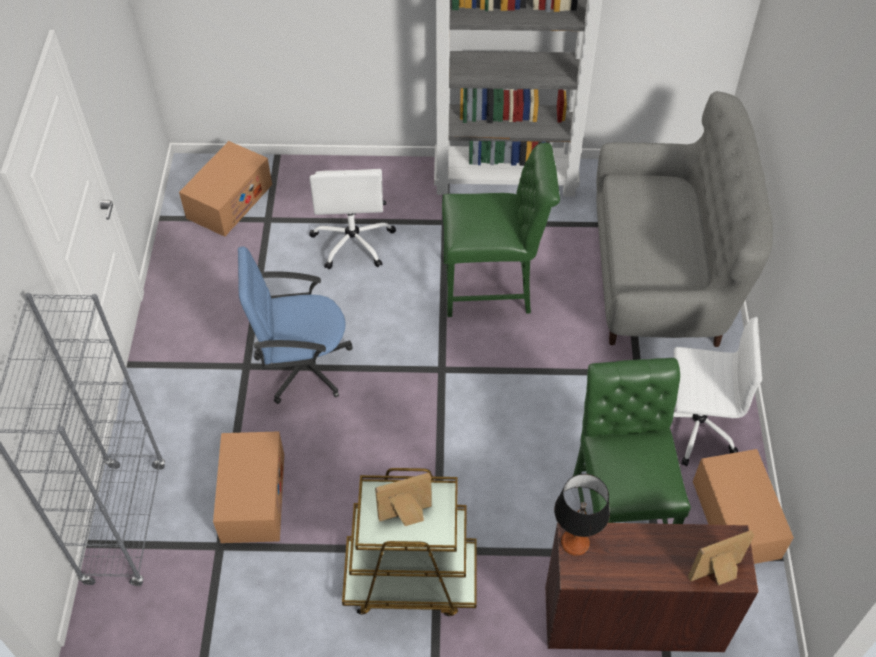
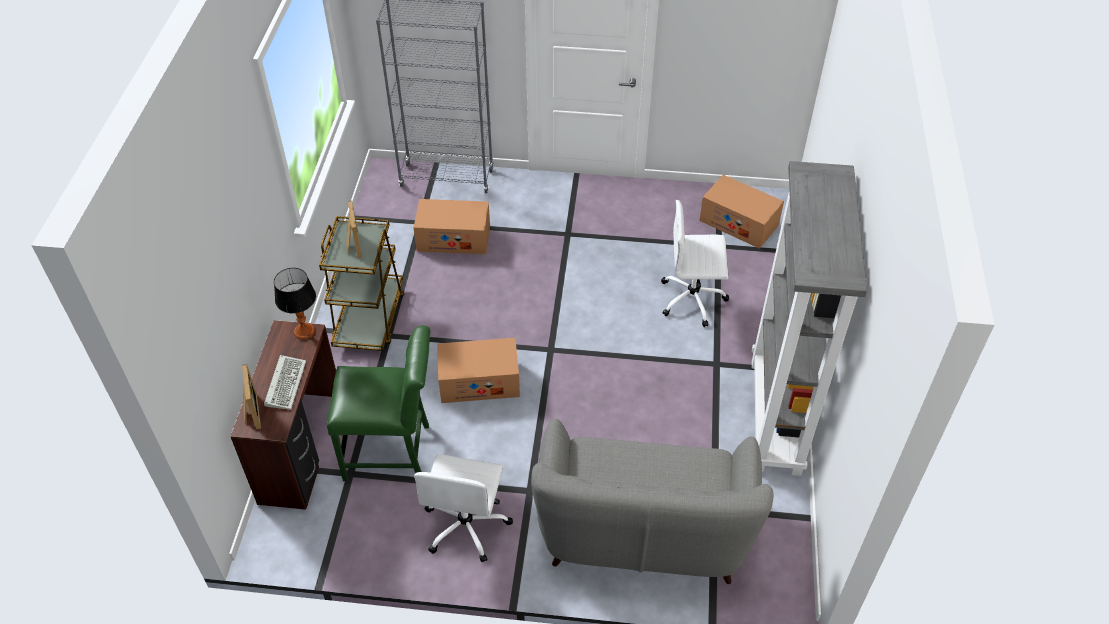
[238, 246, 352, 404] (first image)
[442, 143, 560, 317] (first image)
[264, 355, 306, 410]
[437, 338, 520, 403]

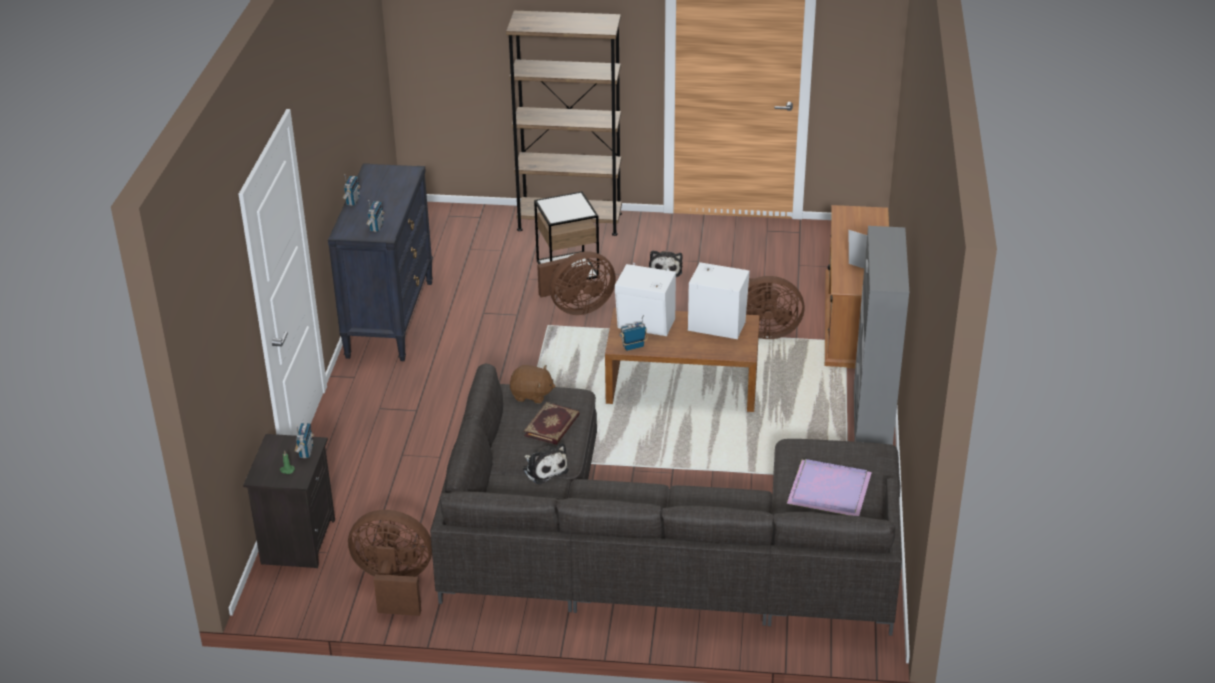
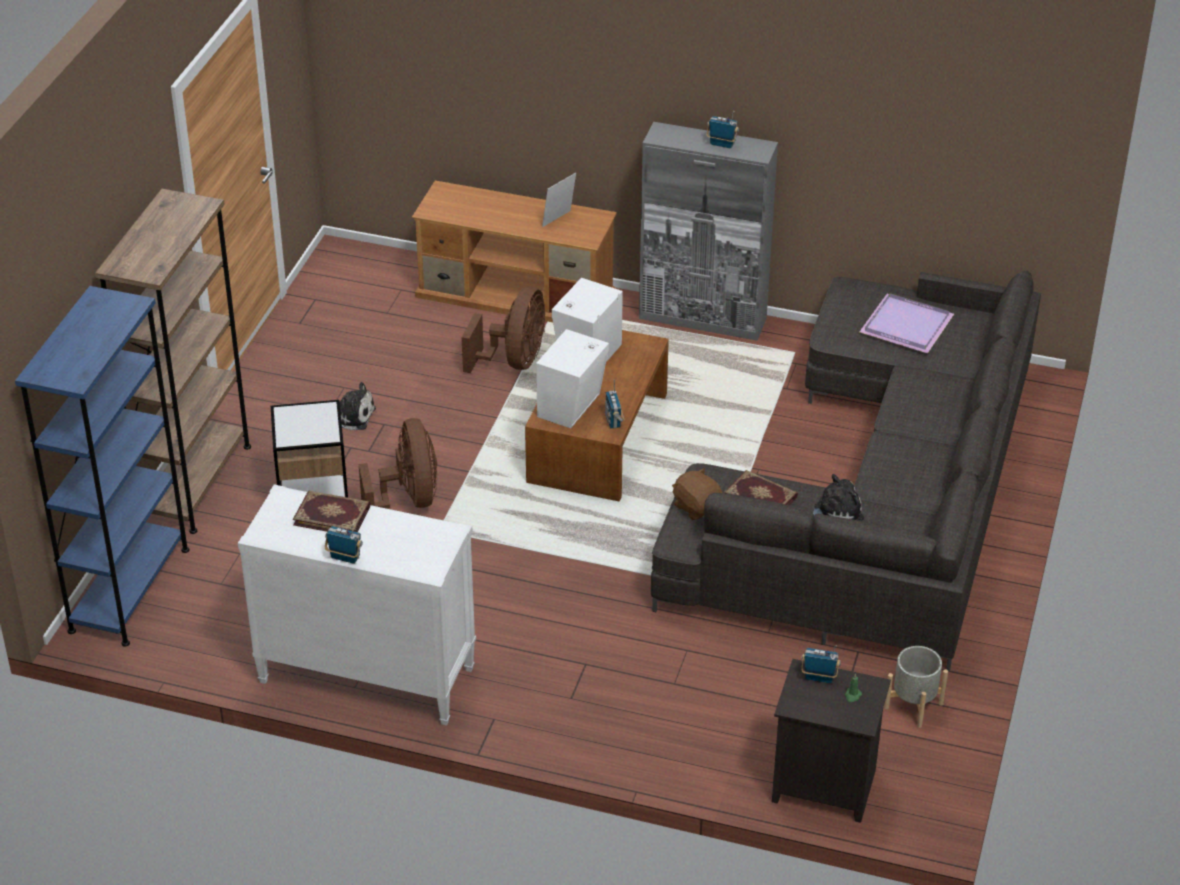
[15, 286, 189, 647]
[293, 490, 370, 532]
[707, 111, 739, 148]
[884, 646, 948, 728]
[238, 484, 476, 726]
[672, 468, 722, 520]

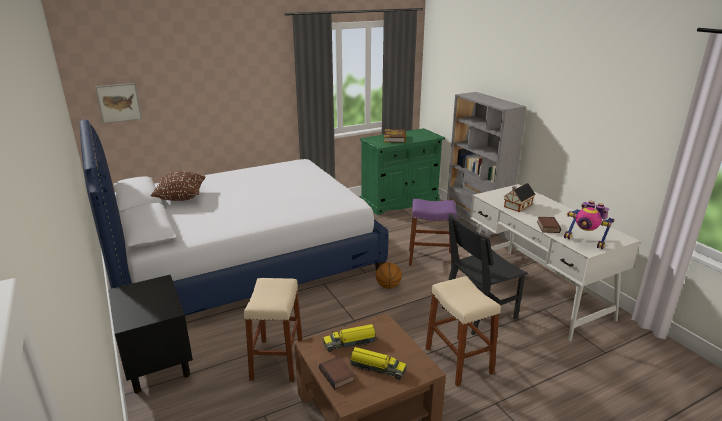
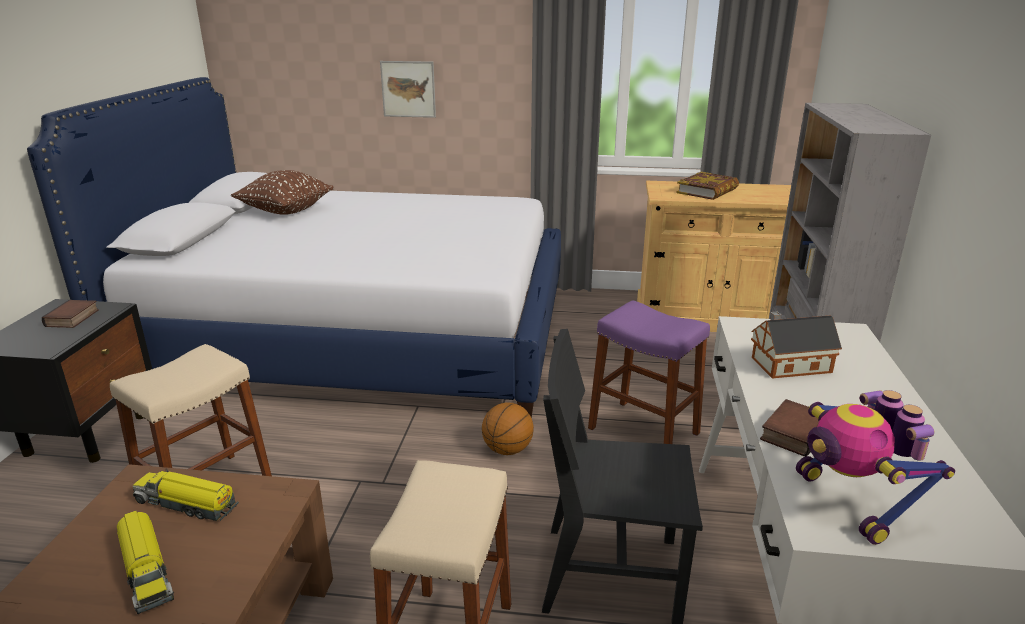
[380, 61, 436, 118]
[42, 300, 99, 328]
[637, 181, 791, 332]

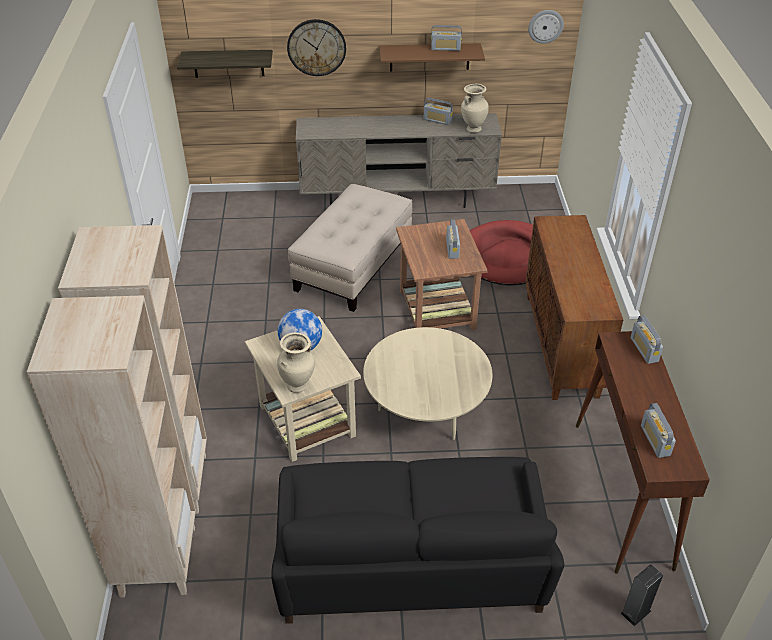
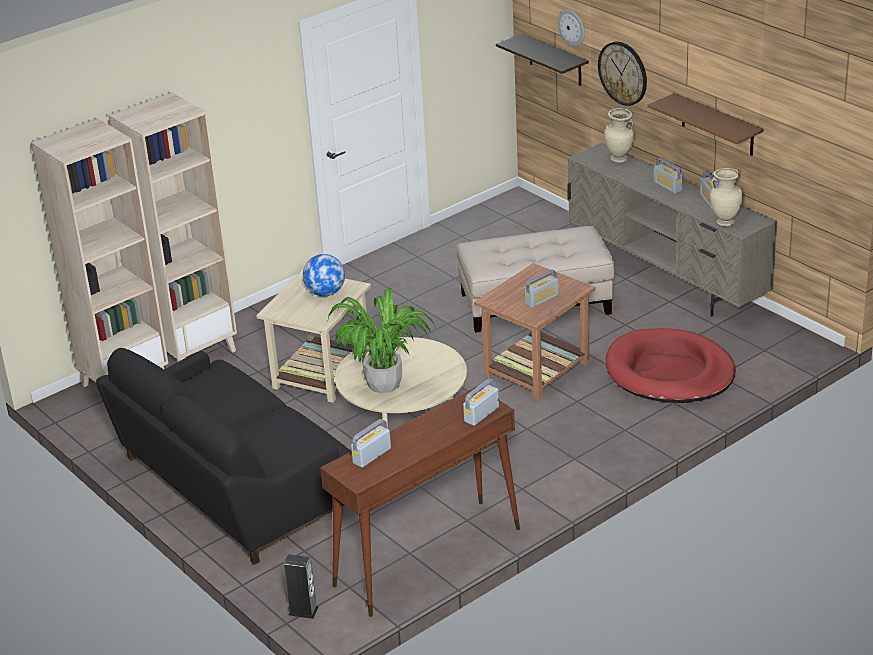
[525, 215, 623, 400] (first image)
[328, 288, 436, 393]
[604, 108, 635, 163]
[654, 158, 683, 194]
[558, 9, 585, 46]

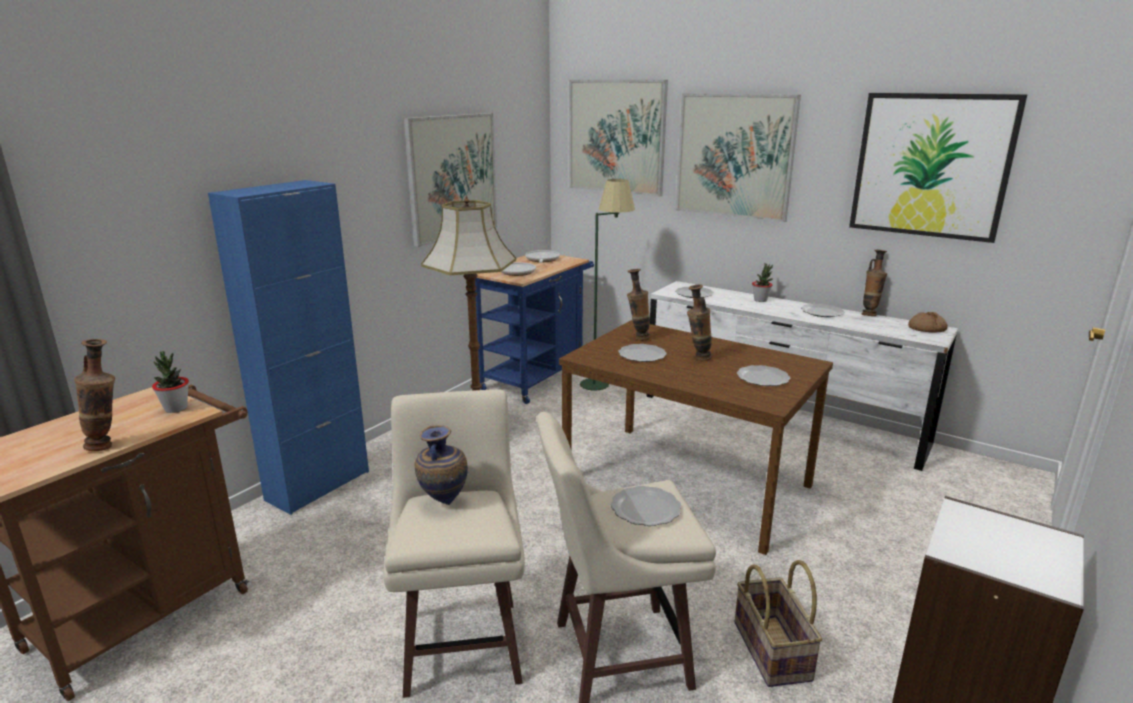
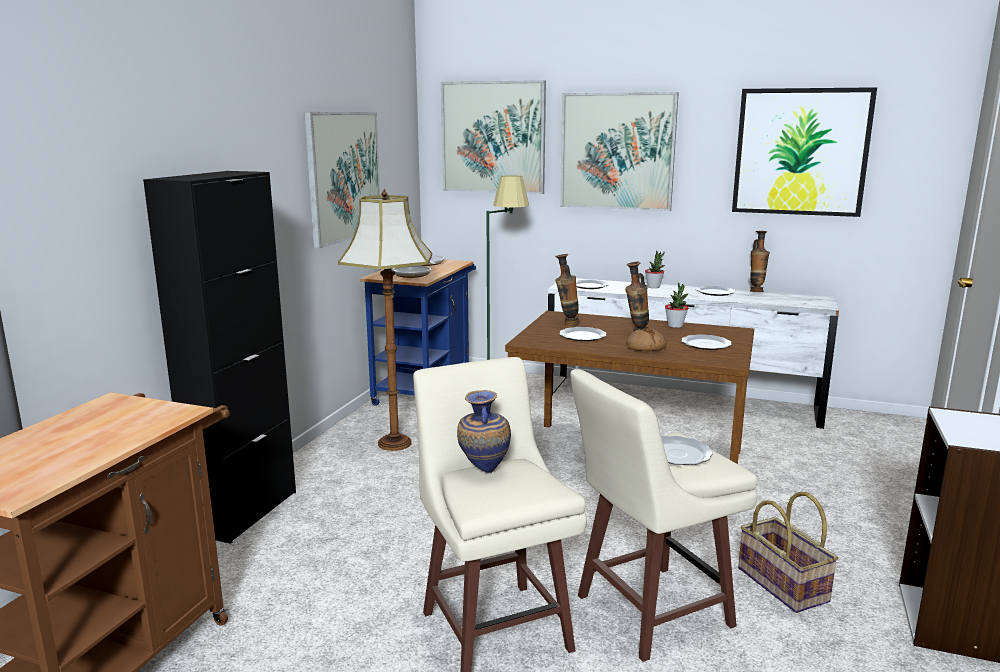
[74, 339, 115, 451] (first image)
[665, 283, 689, 328]
[626, 328, 667, 351]
[143, 171, 296, 544]

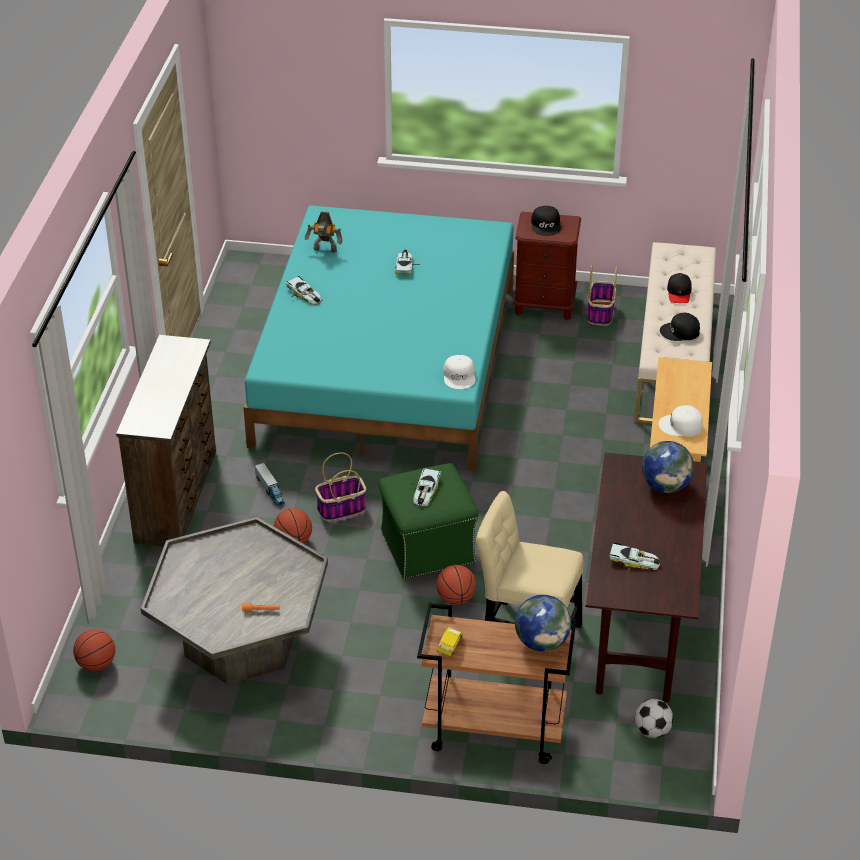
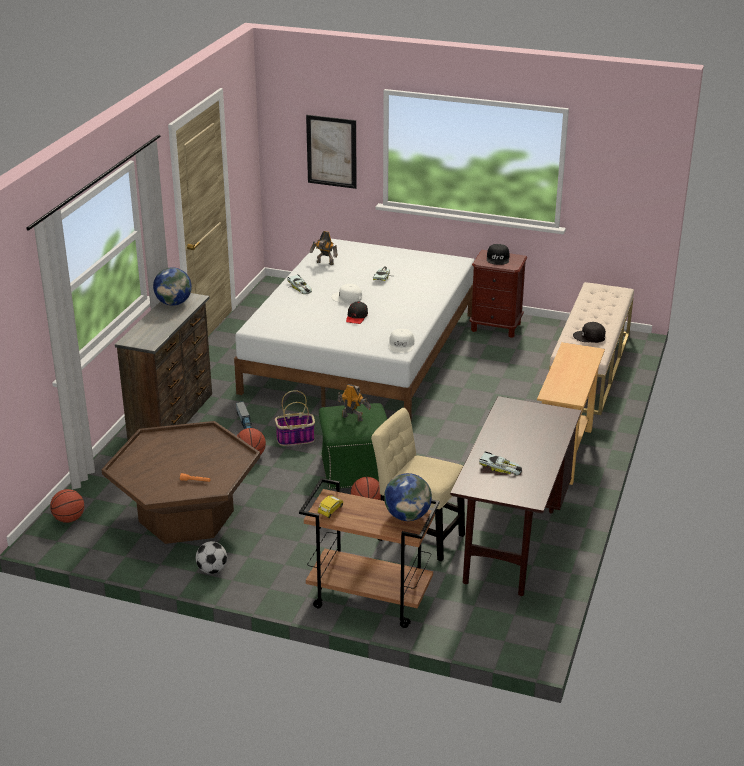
[588, 265, 617, 326] (first image)
[306, 115, 357, 189]
[196, 541, 227, 574]
[153, 267, 192, 306]
[331, 284, 362, 303]
[346, 301, 368, 324]
[338, 384, 371, 421]
[101, 421, 260, 544]
[234, 239, 475, 420]

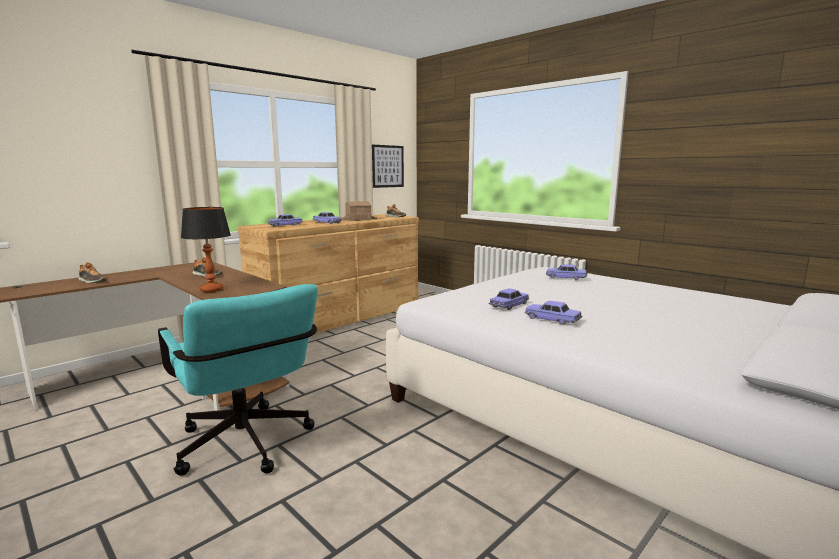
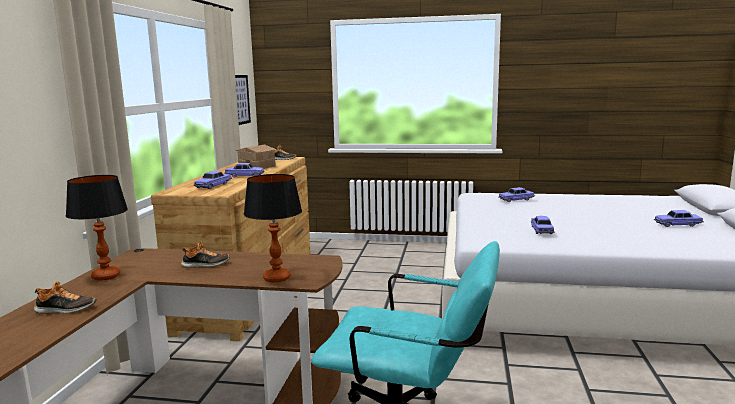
[66, 175, 128, 280]
[654, 210, 704, 227]

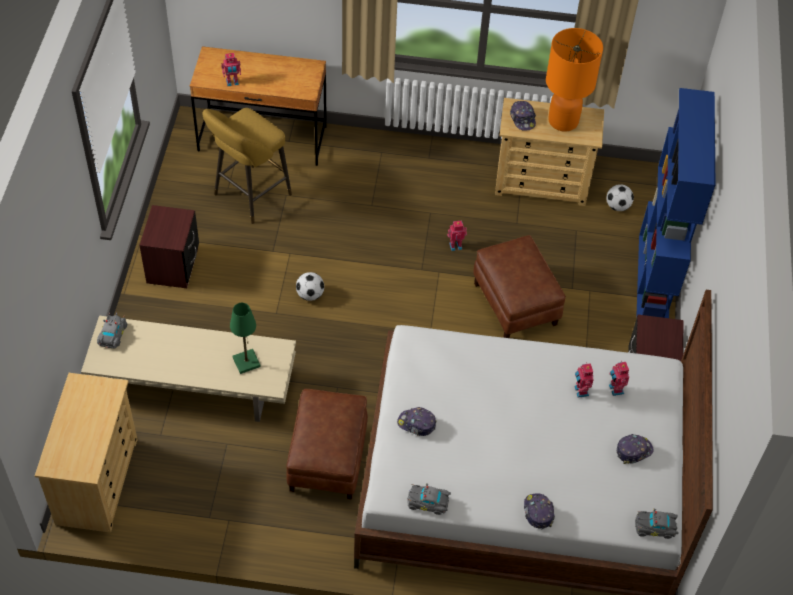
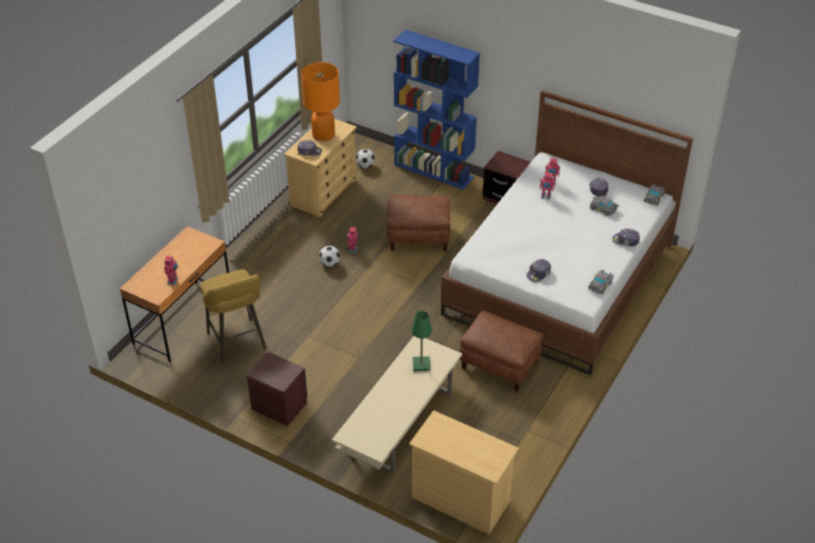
[590, 195, 619, 216]
[319, 246, 340, 267]

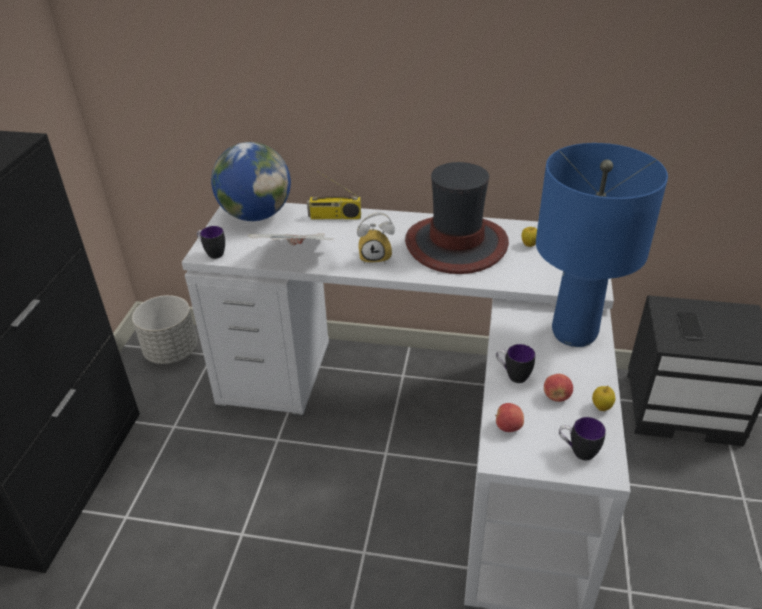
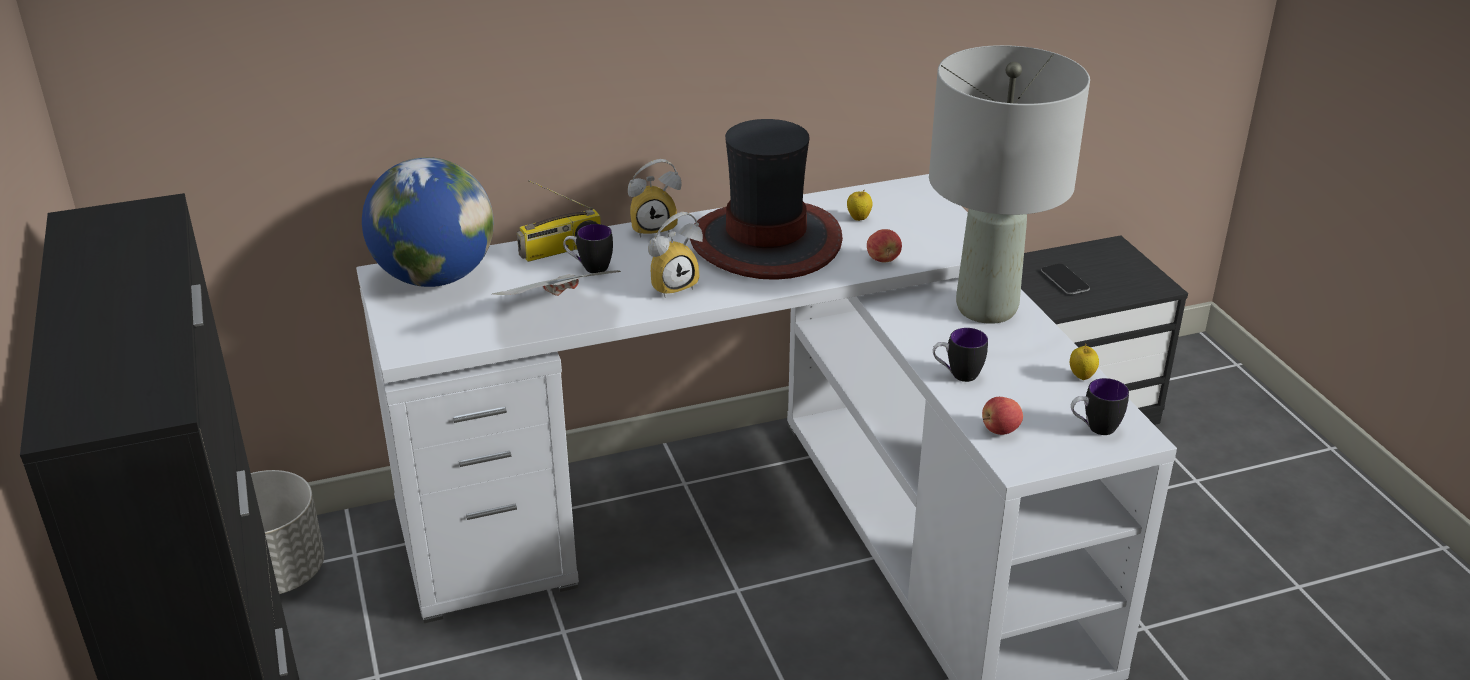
[628, 159, 682, 238]
[563, 224, 613, 273]
[867, 229, 902, 262]
[929, 45, 1090, 324]

